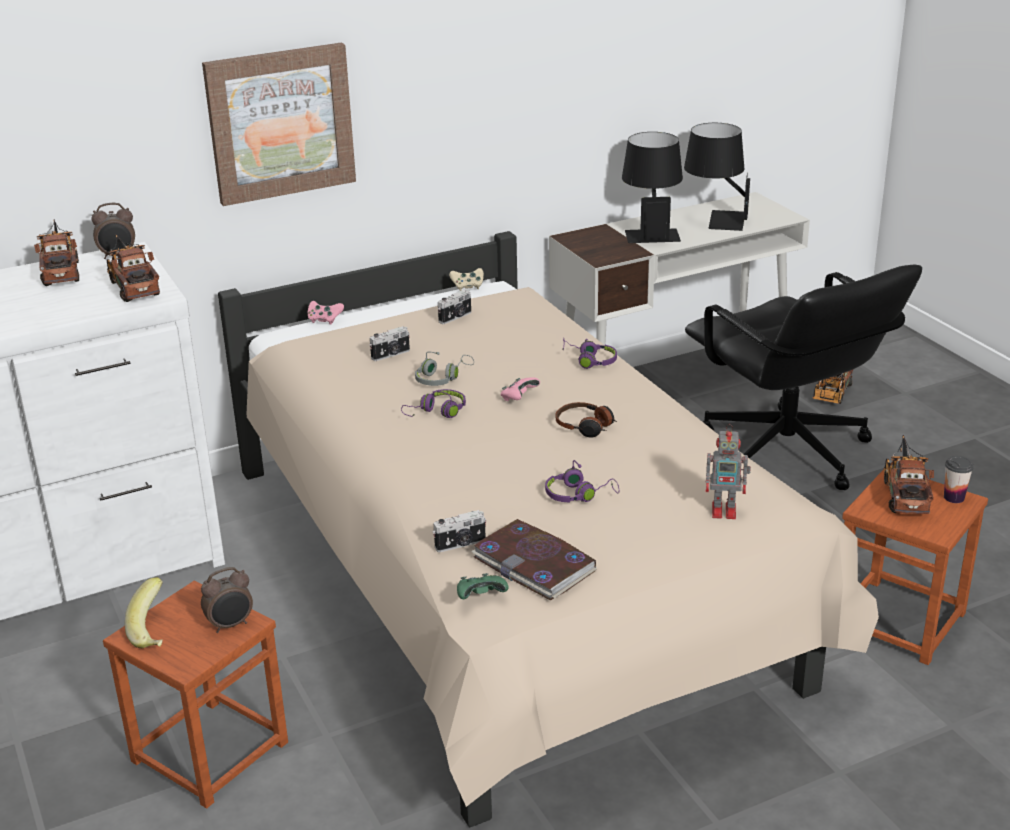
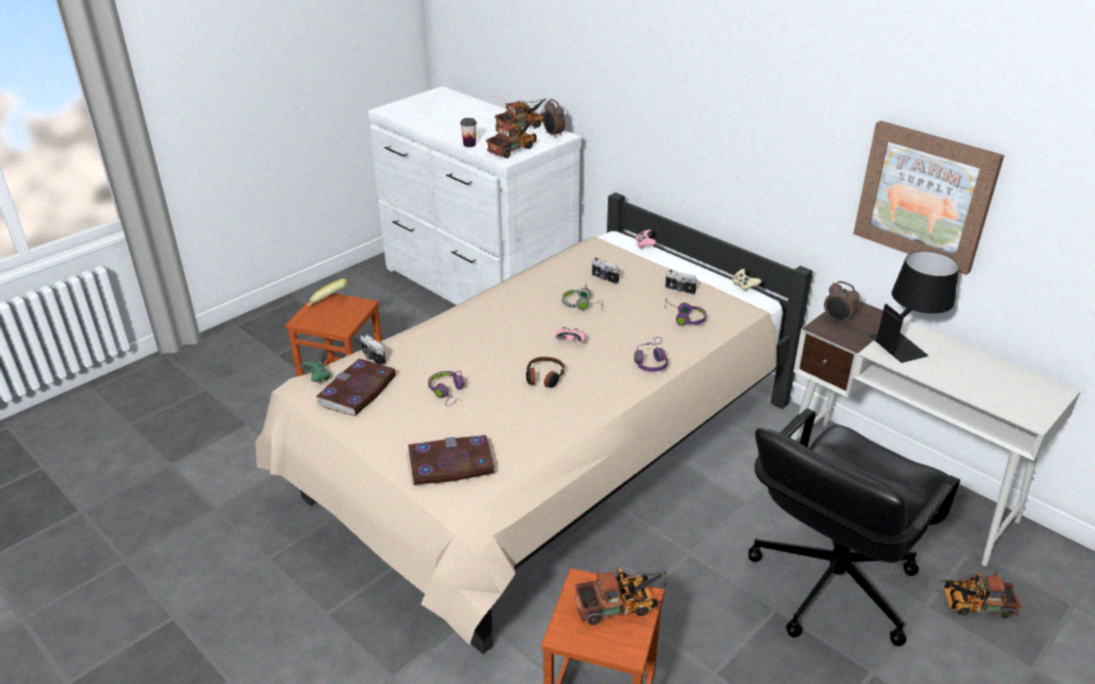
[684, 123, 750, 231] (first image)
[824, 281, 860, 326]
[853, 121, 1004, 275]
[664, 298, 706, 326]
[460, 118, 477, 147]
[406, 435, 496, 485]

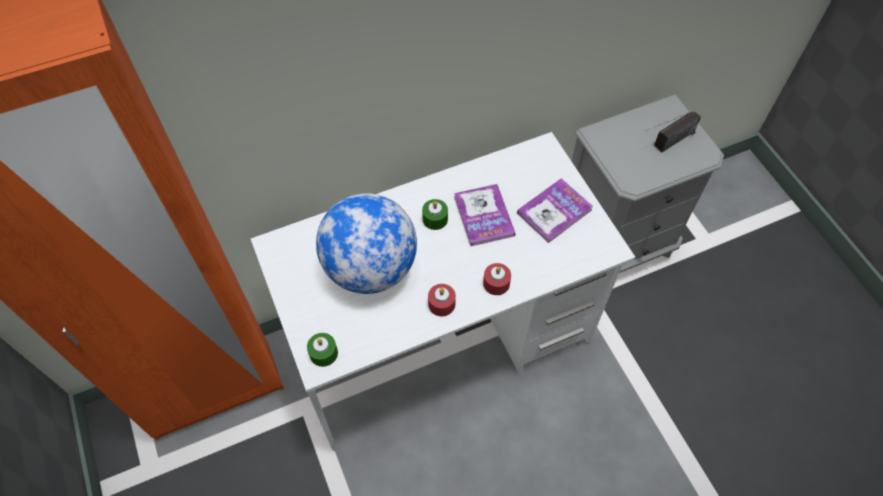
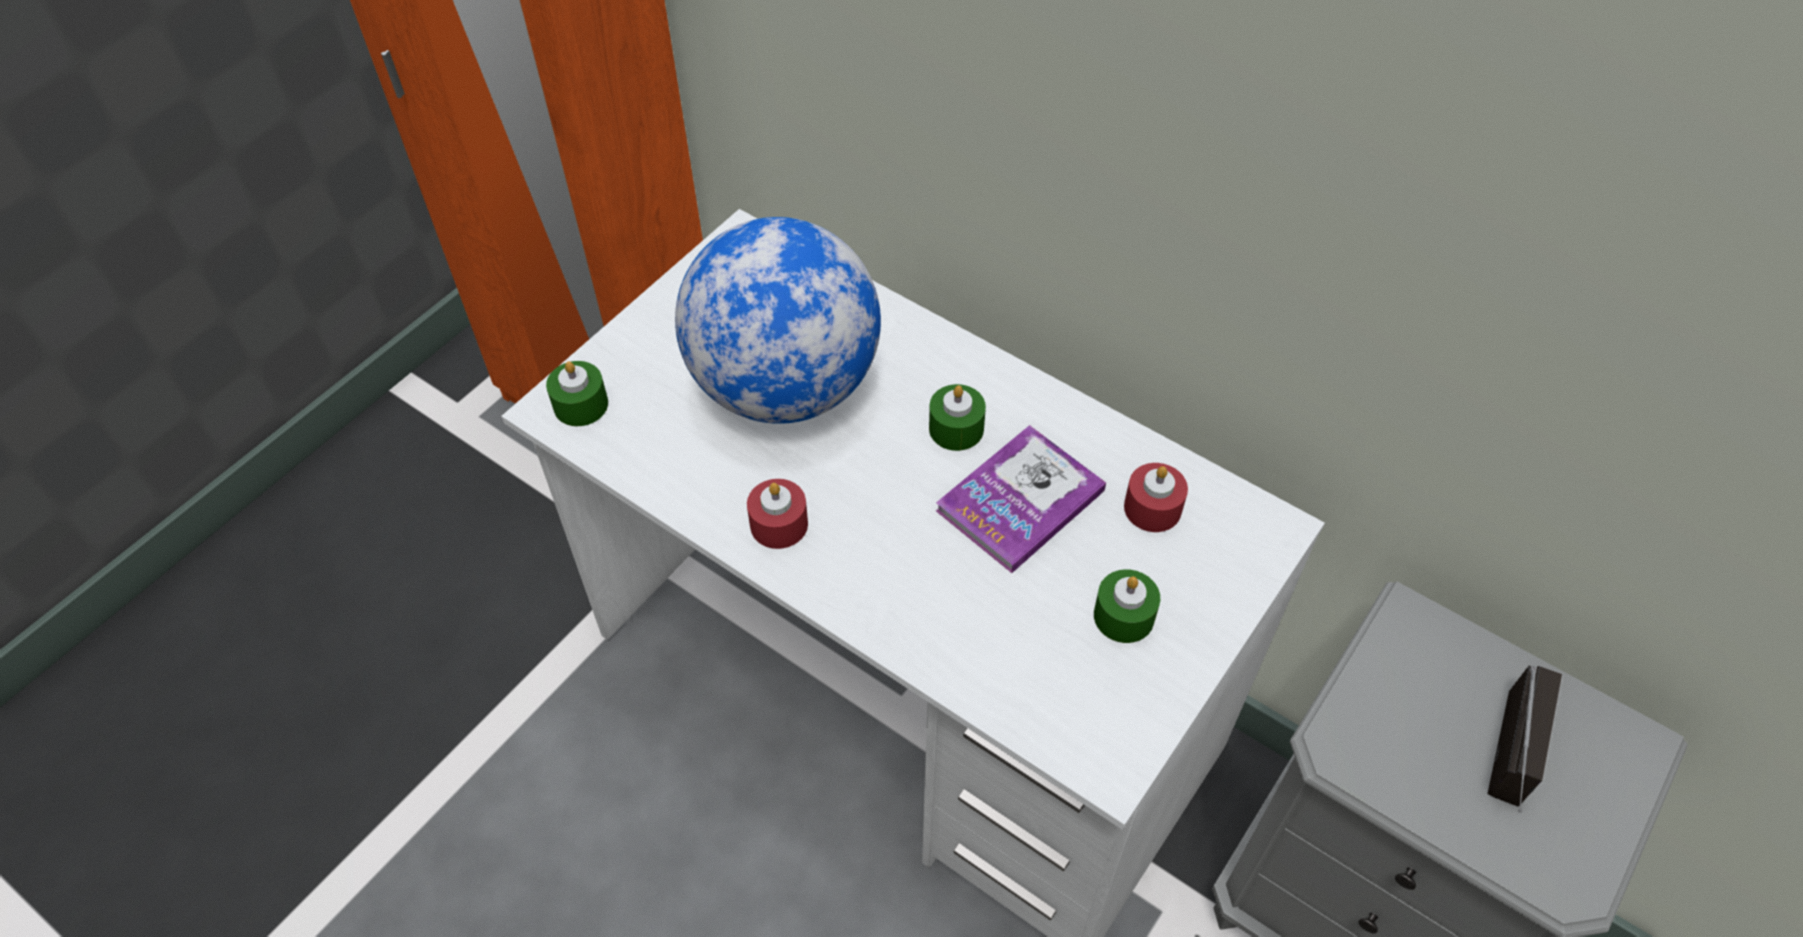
[1124, 463, 1188, 532]
[1094, 569, 1160, 643]
[1487, 666, 1562, 813]

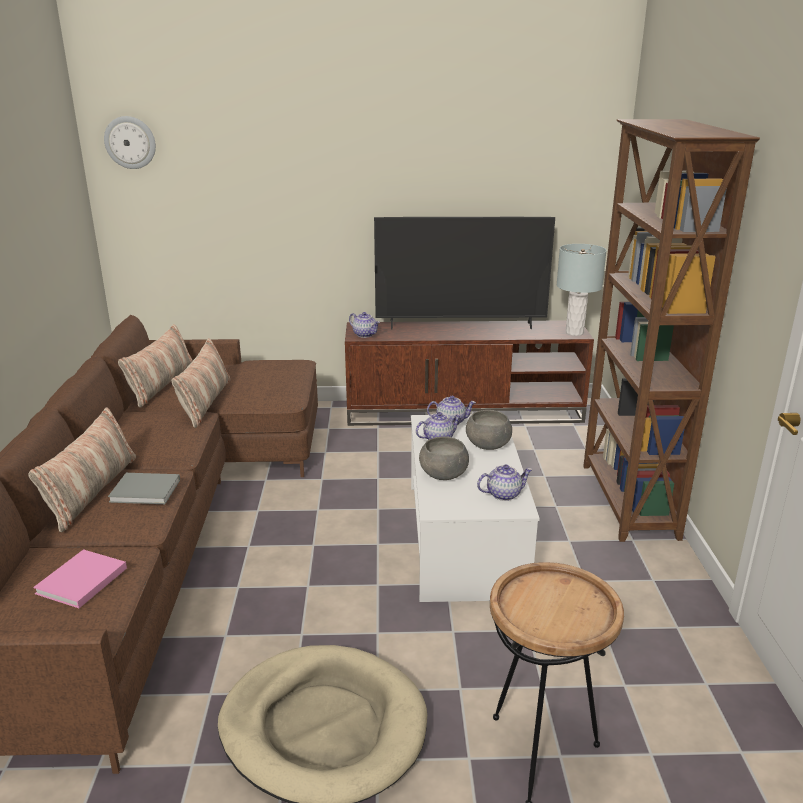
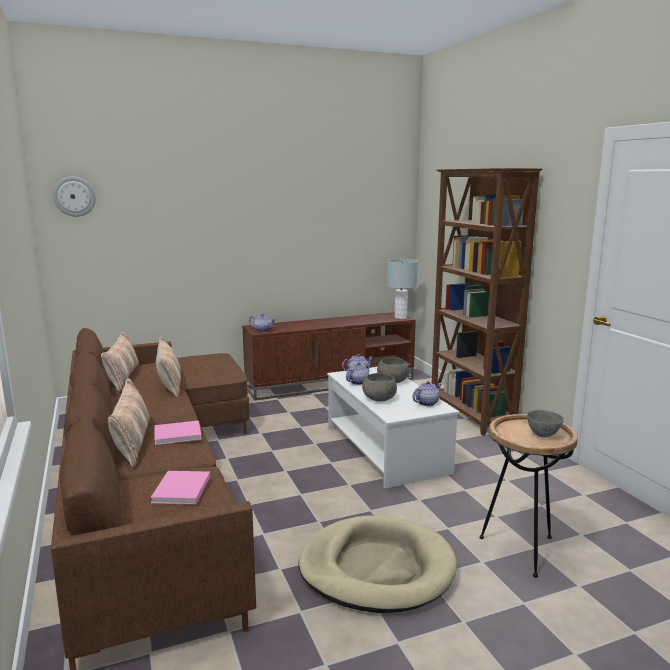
[374, 217, 555, 330] (first image)
[527, 410, 564, 437]
[154, 420, 202, 445]

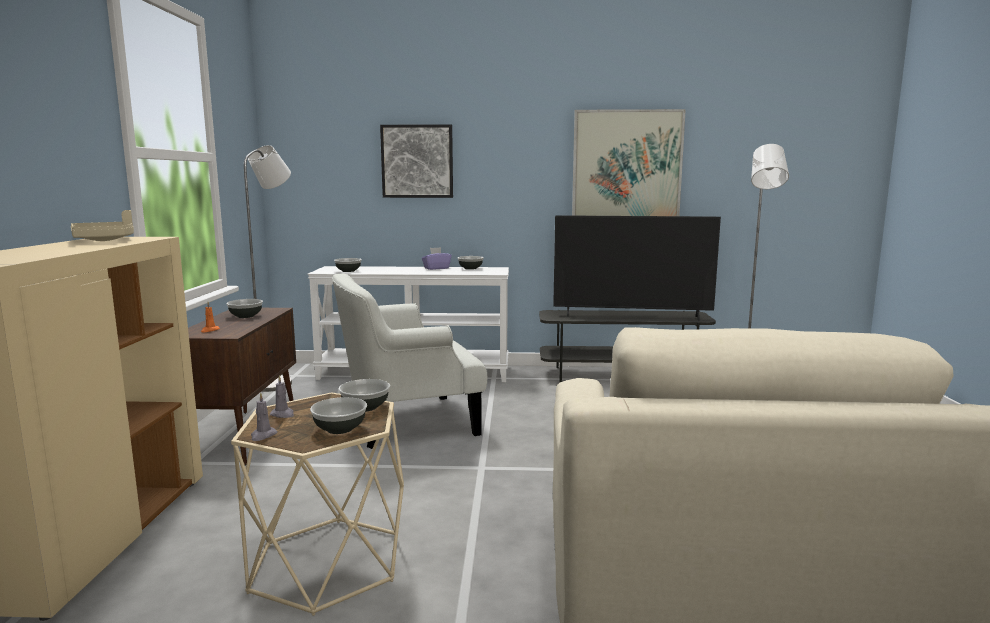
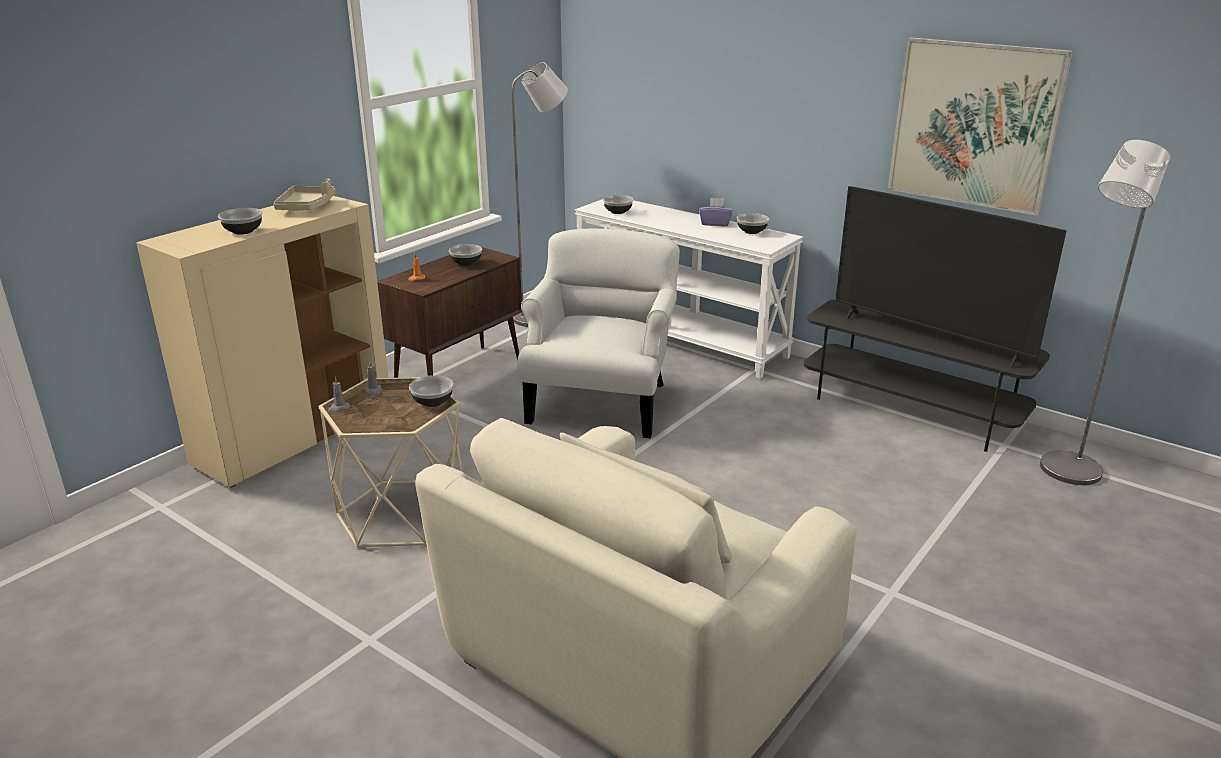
[380, 124, 453, 198] (first image)
[218, 208, 262, 235]
[517, 229, 680, 438]

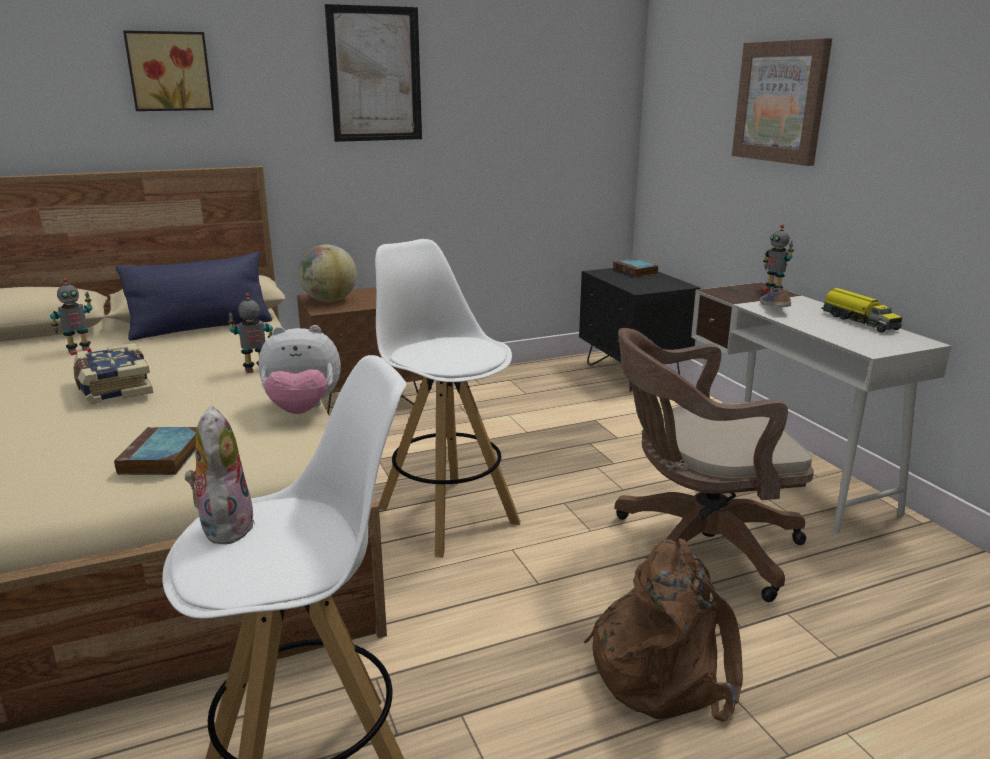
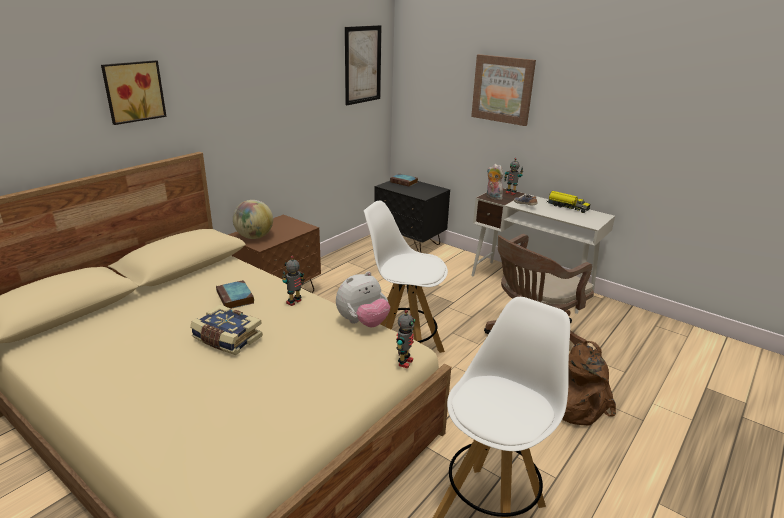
[116, 252, 272, 341] (first image)
[396, 310, 415, 368]
[216, 280, 254, 309]
[487, 164, 503, 200]
[345, 25, 381, 105]

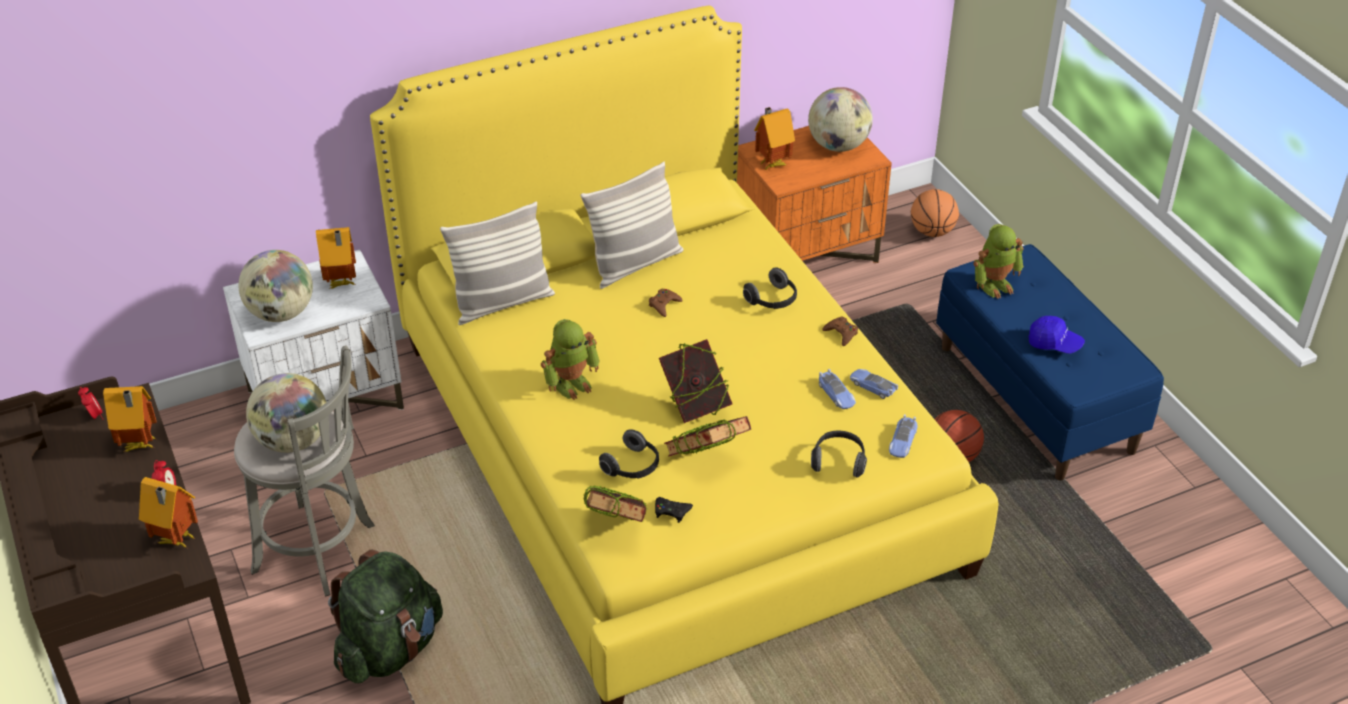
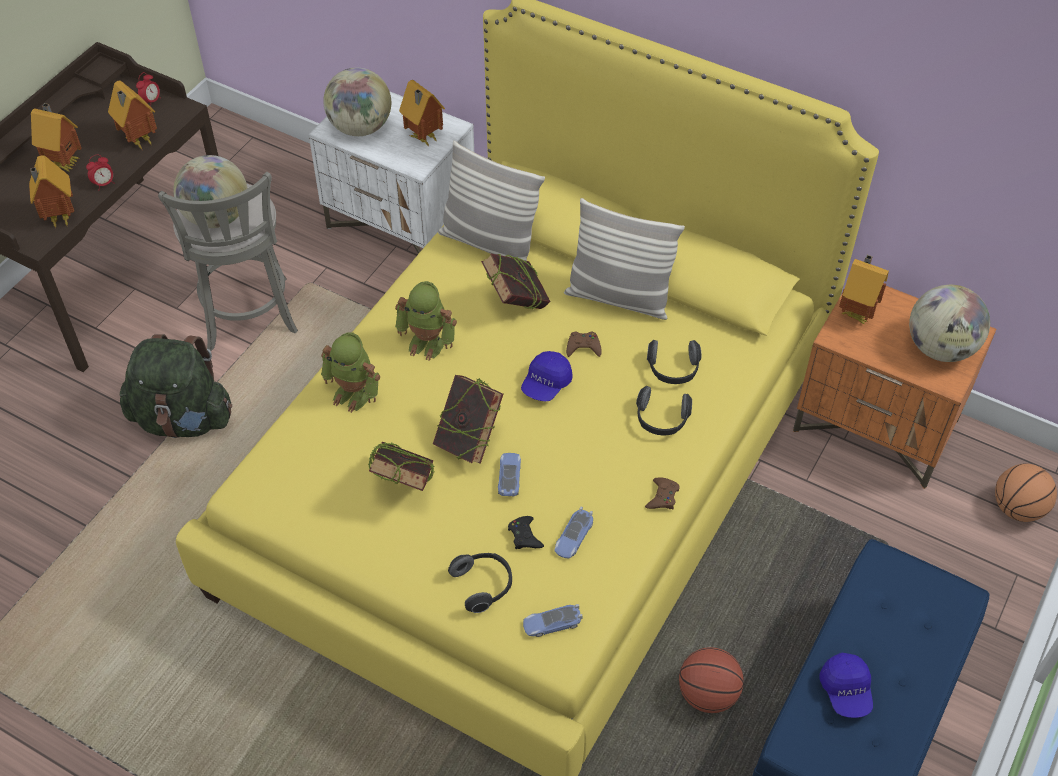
[31, 103, 82, 171]
[521, 351, 573, 401]
[481, 253, 551, 309]
[647, 340, 702, 384]
[508, 516, 544, 549]
[498, 453, 521, 497]
[321, 332, 380, 413]

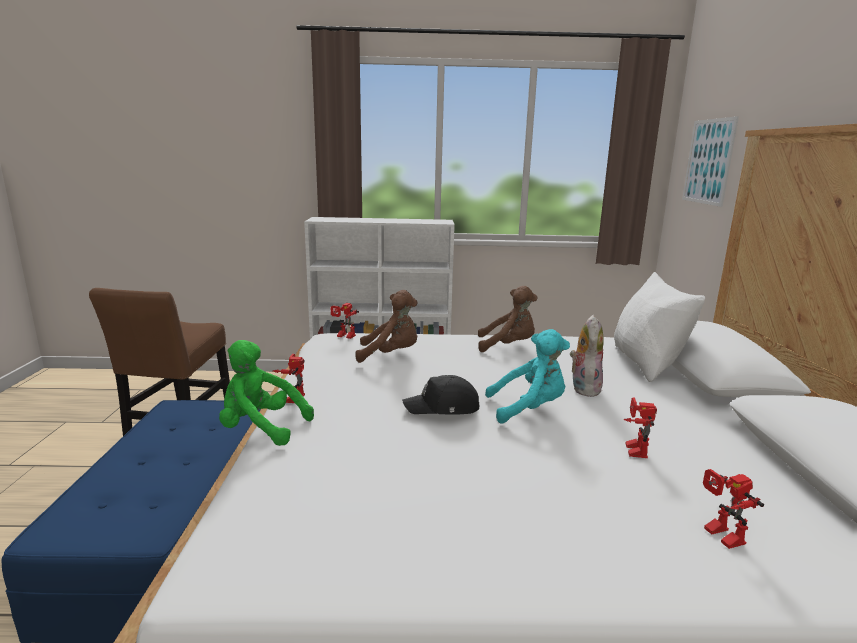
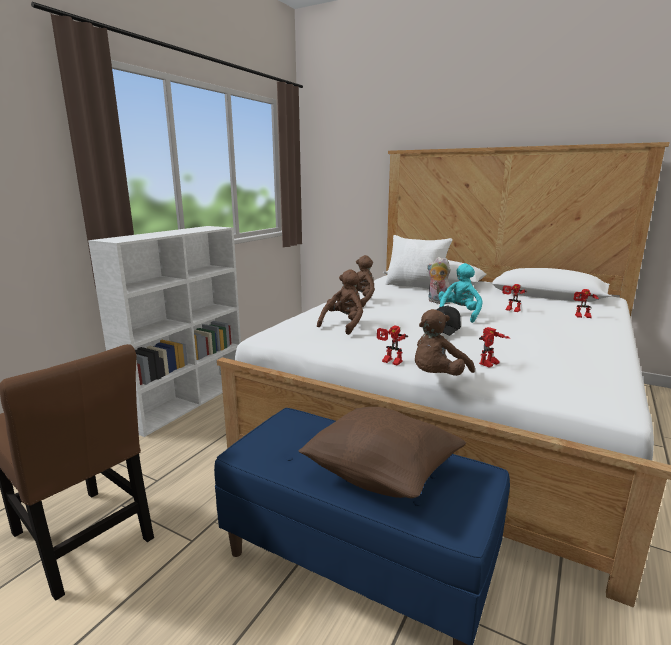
[682, 116, 739, 207] (first image)
[299, 407, 466, 498]
[479, 327, 511, 368]
[415, 309, 475, 376]

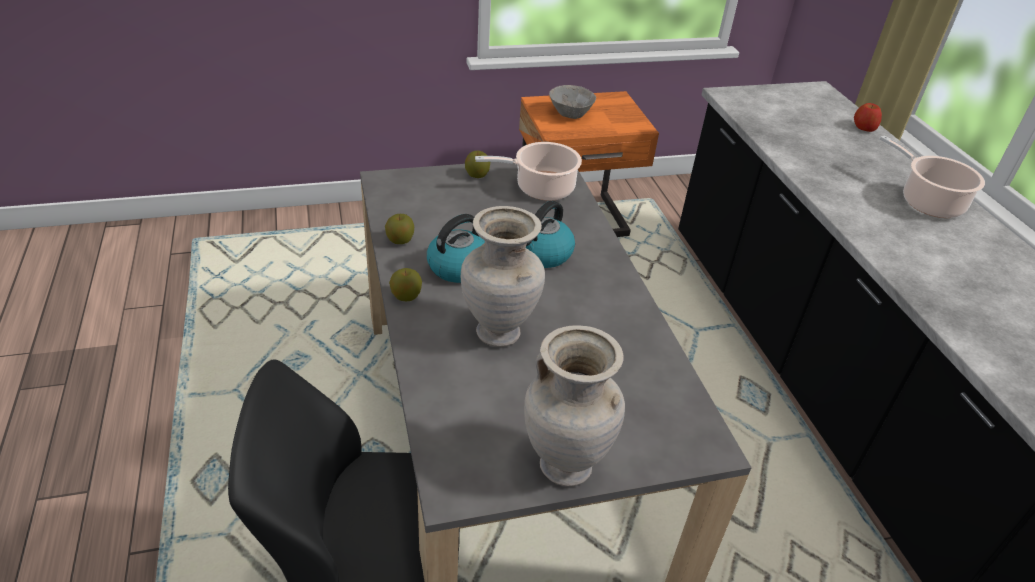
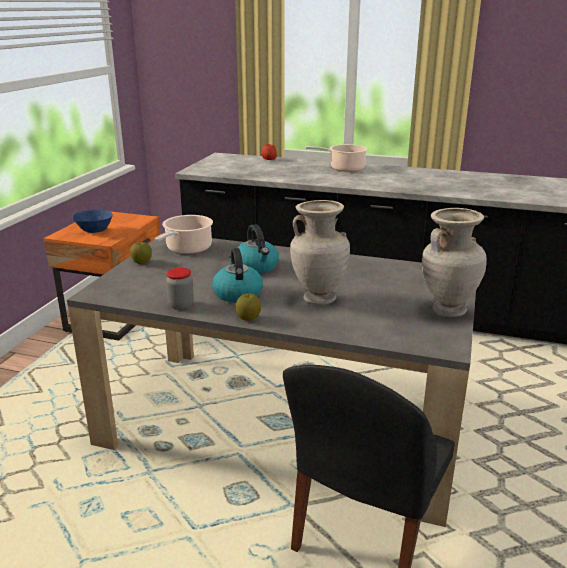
[166, 268, 194, 310]
[73, 210, 113, 233]

